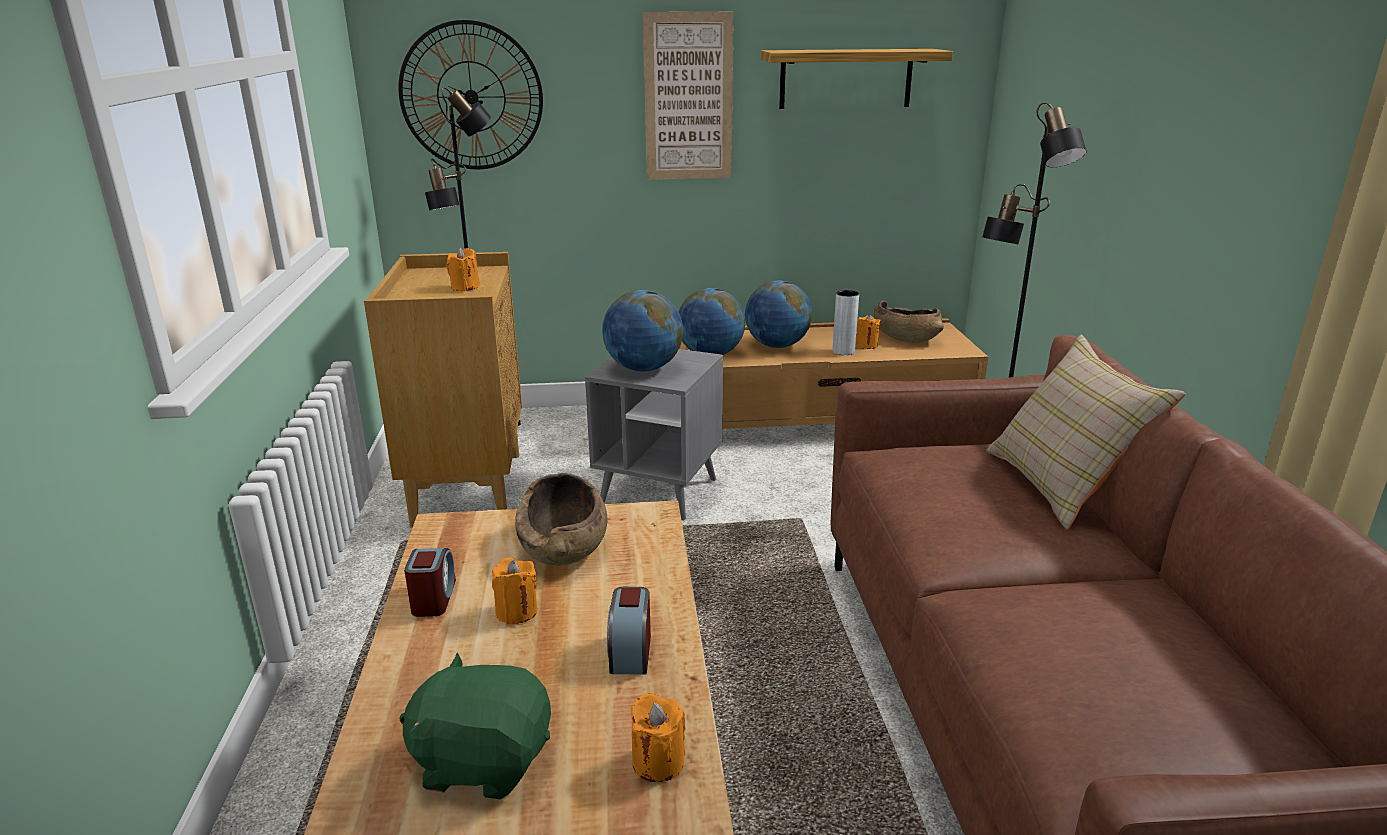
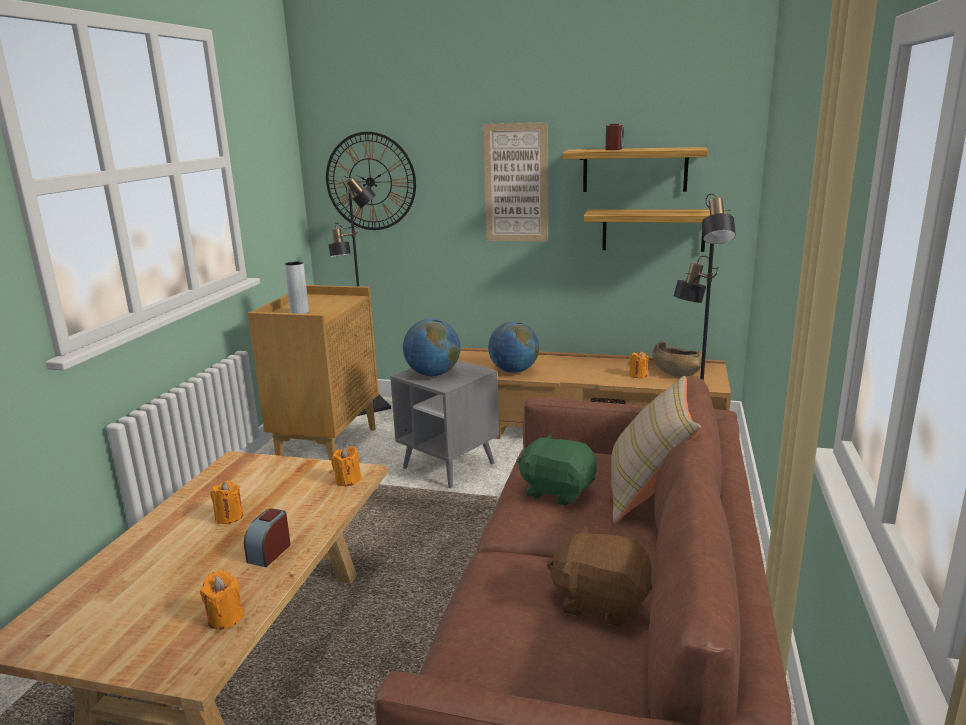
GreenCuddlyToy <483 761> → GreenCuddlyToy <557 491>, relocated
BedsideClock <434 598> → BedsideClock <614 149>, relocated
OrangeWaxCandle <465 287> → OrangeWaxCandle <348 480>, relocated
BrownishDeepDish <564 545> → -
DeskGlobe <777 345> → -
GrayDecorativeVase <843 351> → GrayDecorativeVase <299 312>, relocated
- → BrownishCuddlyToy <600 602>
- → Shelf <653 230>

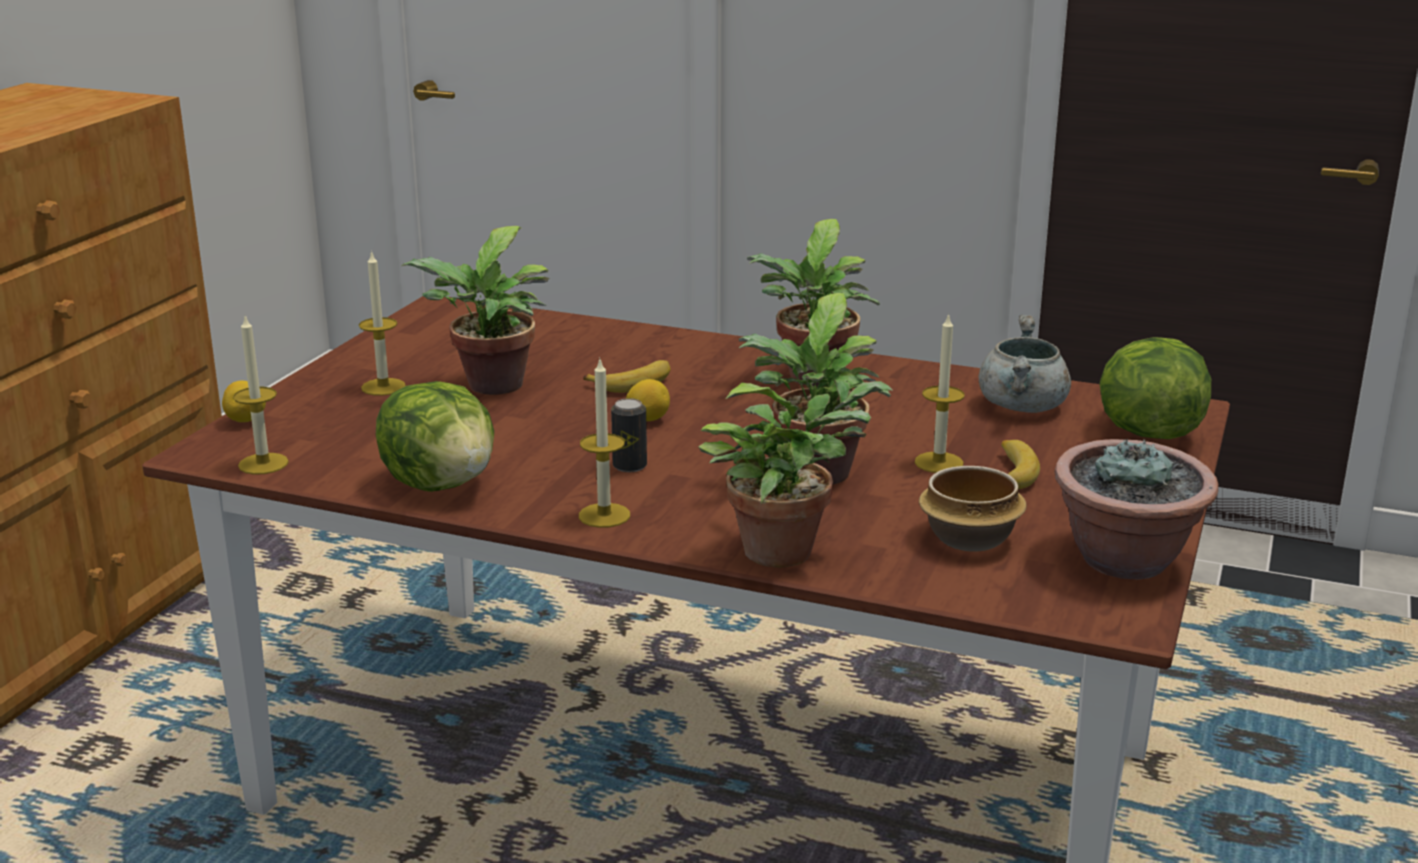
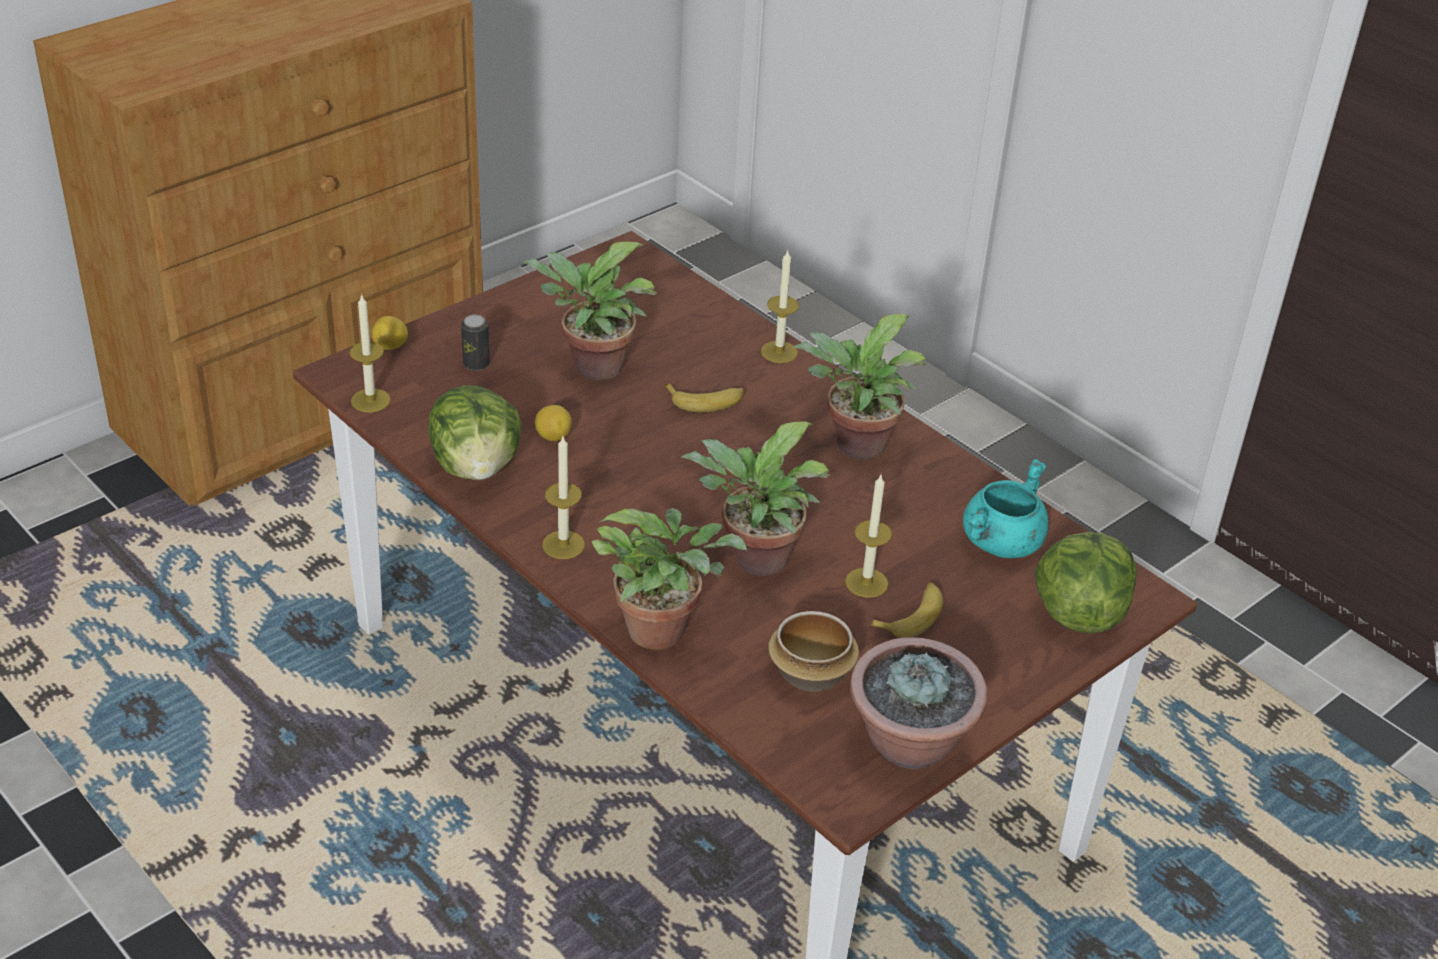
WaxCandle <383 387> → WaxCandle <779 352>, relocated
SealedCan <629 466> → SealedCan <476 364>, relocated
CitrusFruit <648 419> → CitrusFruit <553 437>, relocated
GrayCookingPot <1023 407> → TurquoiseColouredCookingPot <1001 544>

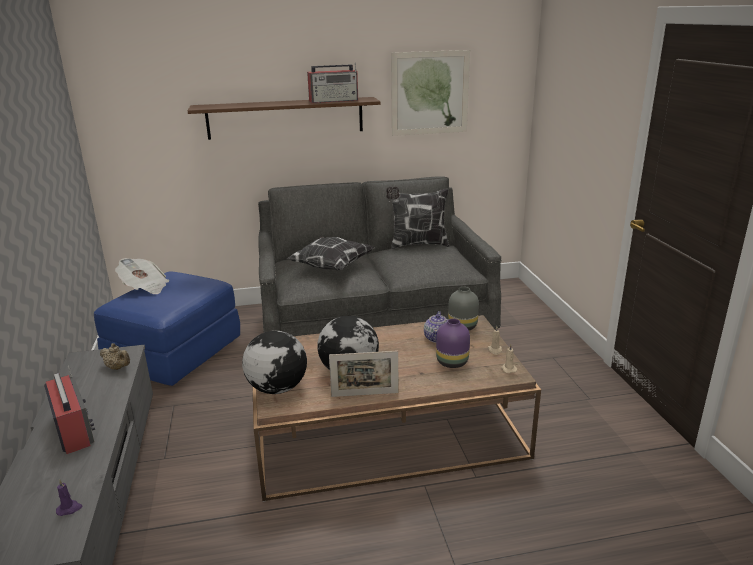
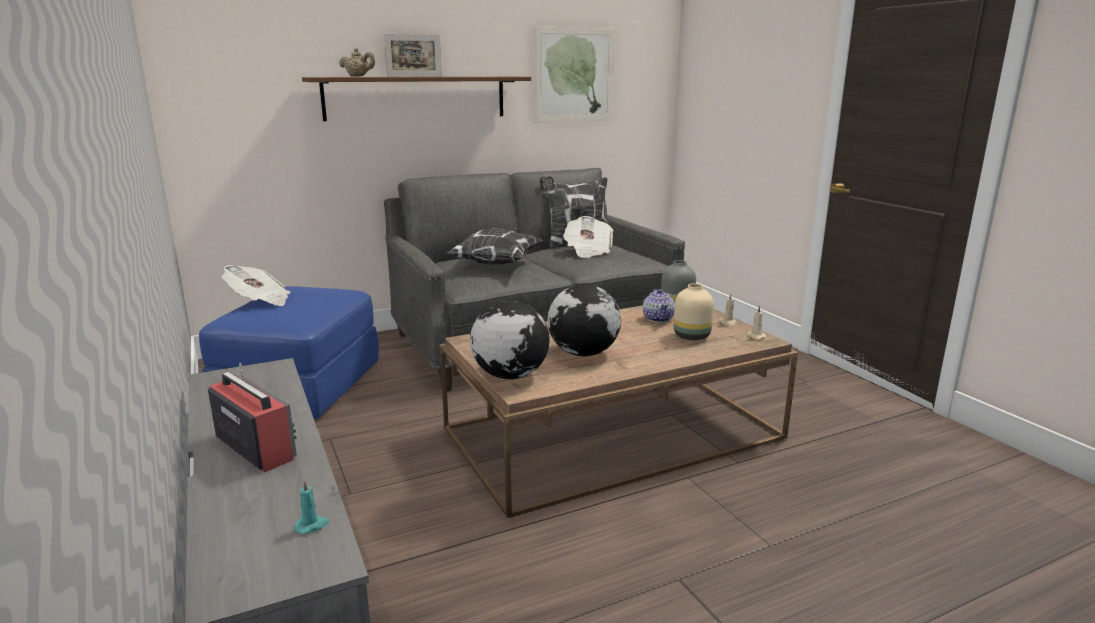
PurpleColouredWaxCandle <69 509> → TurquoiseColouredWaxCandle <312 525>
BeigeColouredPotForTea <118 368> → BeigeColouredPotForTea <358 76>, relocated
RadioReceiver <334 101> → -
PhotoFrame <365 394> → PhotoFrame <414 76>, relocated
PurpleColouredDecorativeVase <452 362> → BeigeColouredDecorativeVase <692 336>
- → Newspaper <588 251>

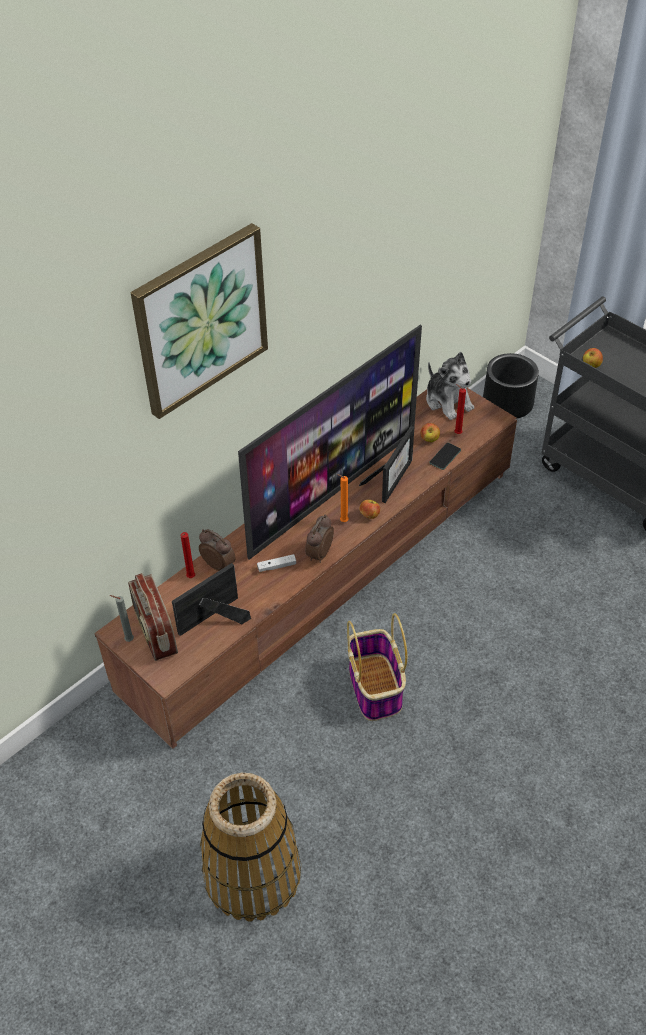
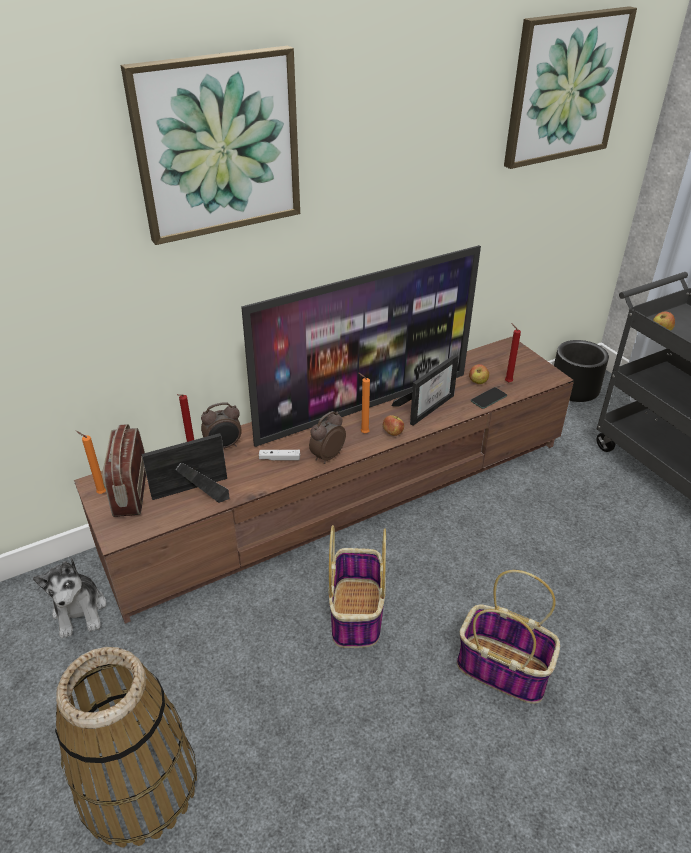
GrayWaxCandle <127 640> → OrangeWaxCandle <100 493>
BedsideClock <219 565> → BedsideClock <224 446>, 105 degrees clockwise
CuddlyToy <448 401> → CuddlyToy <80 611>, relocated
- → StorageBasket <504 669>
- → Picture <564 87>

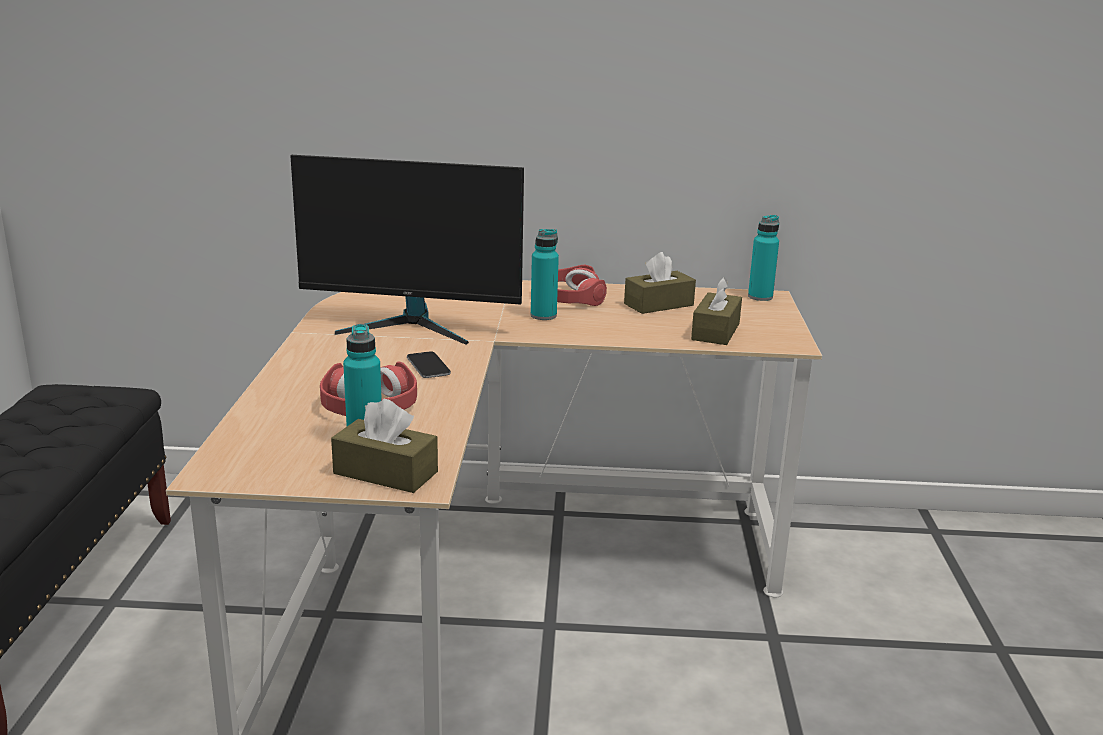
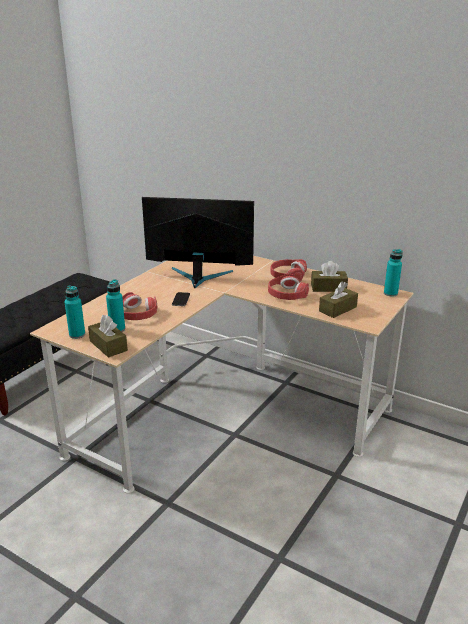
Monitor <412 325> → Monitor <198 277>, 150 degrees clockwise
TurquoiseColouredBeverageBottle <543 316> → TurquoiseColouredBeverageBottle <77 334>, relocated
- → RedColouredPairOfHeadphones <287 294>

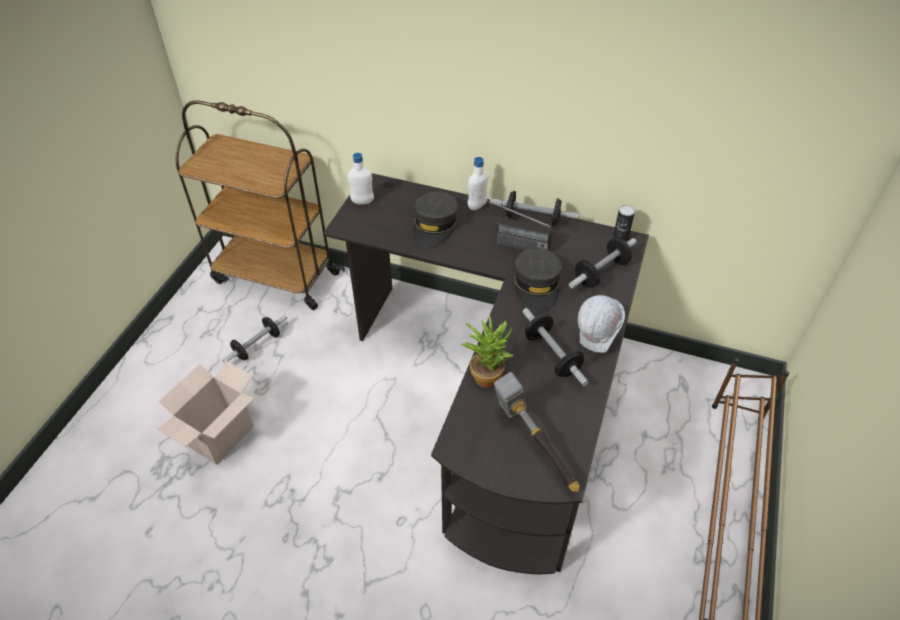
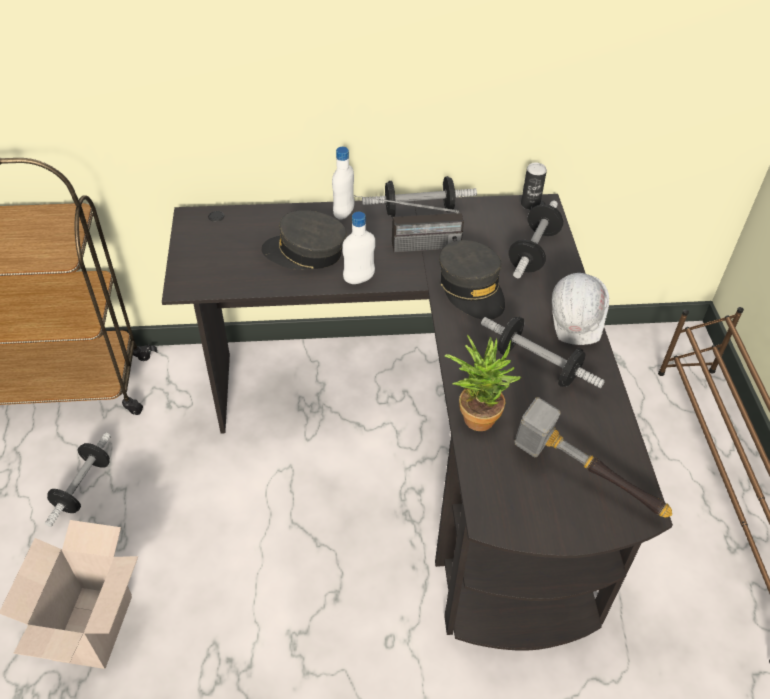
WhitishBeverageBottle <362 202> → WhitishBeverageBottle <359 279>, relocated
GrayCap <434 226> → GrayCap <305 252>, 105 degrees clockwise

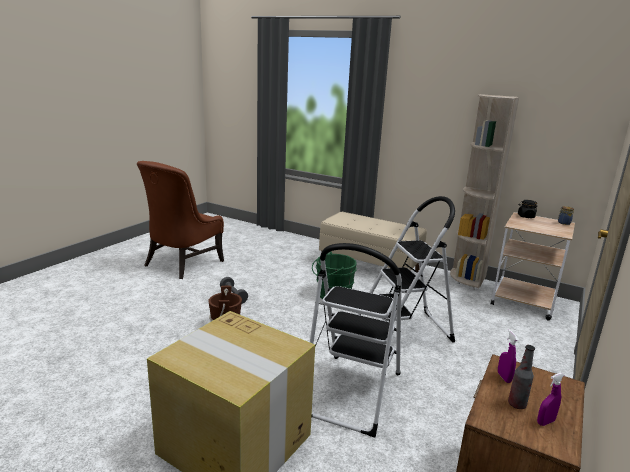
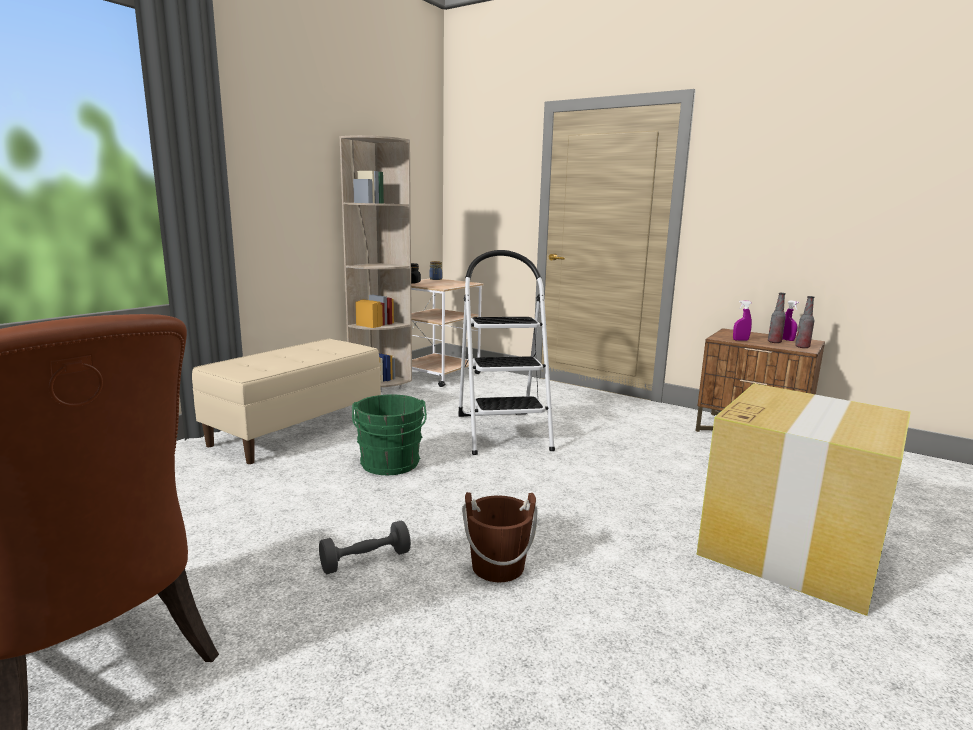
Stepladder <350 394> → -
- → BeverageBottle <802 347>

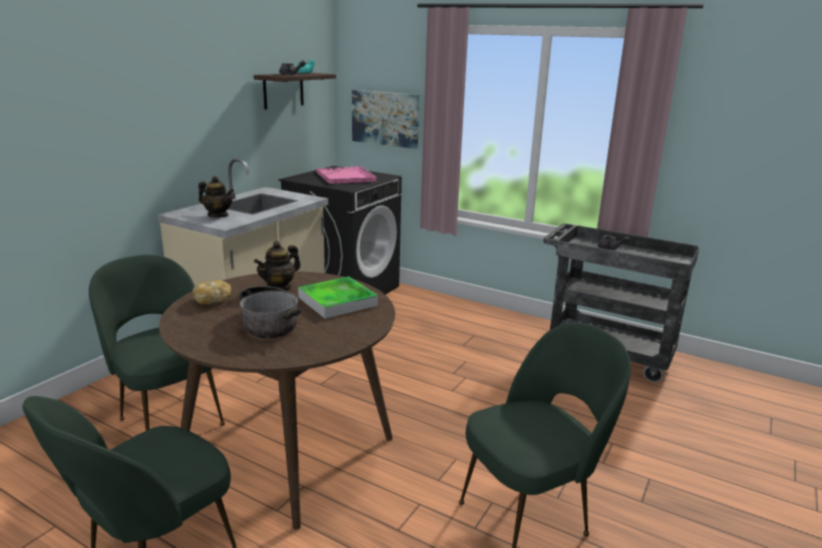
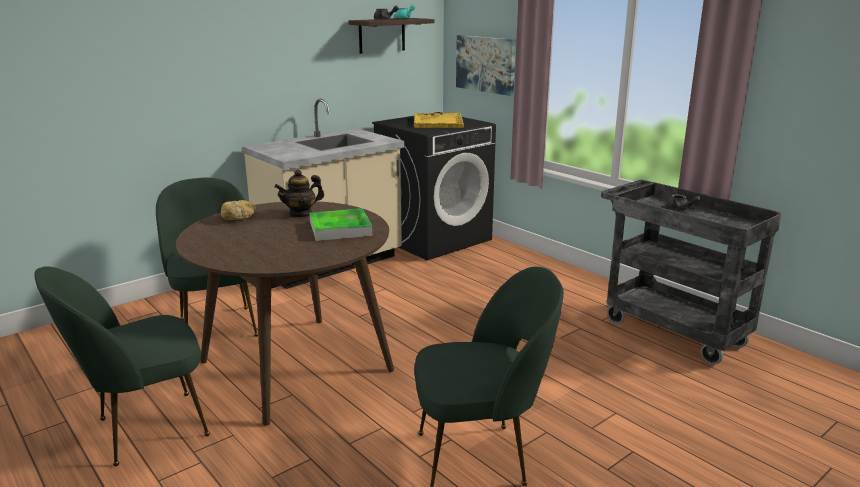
PotForTea <218 215> → -
CookingPot <270 323> → -
PinkTray <345 177> → YellowishTray <438 122>

